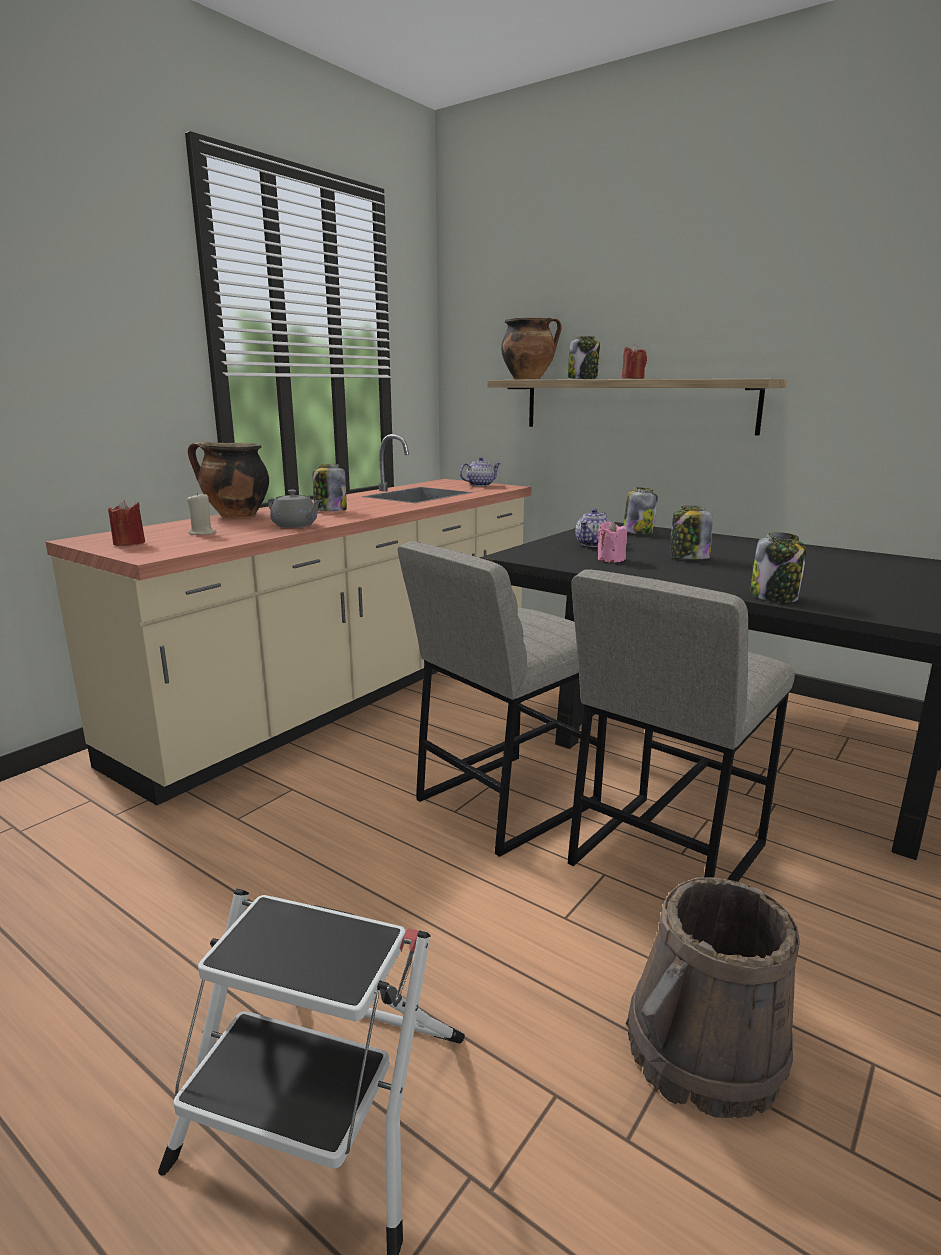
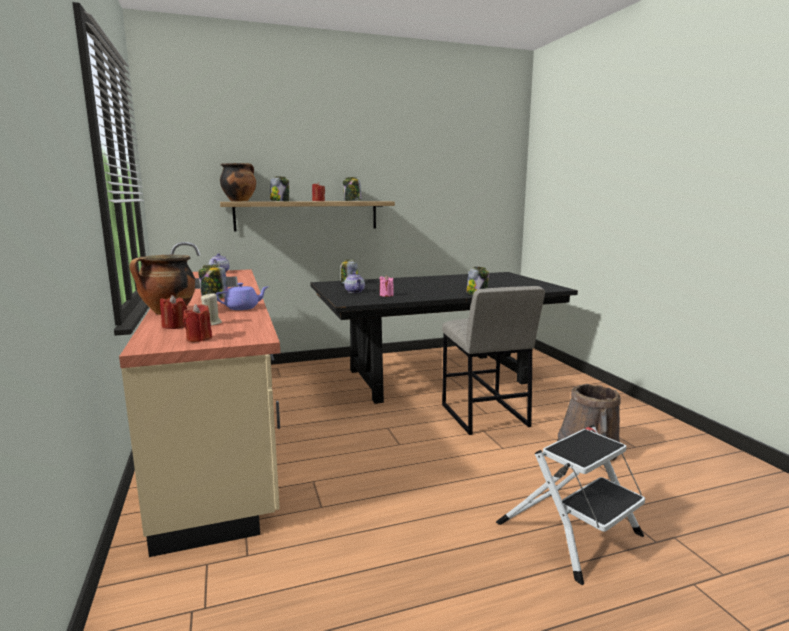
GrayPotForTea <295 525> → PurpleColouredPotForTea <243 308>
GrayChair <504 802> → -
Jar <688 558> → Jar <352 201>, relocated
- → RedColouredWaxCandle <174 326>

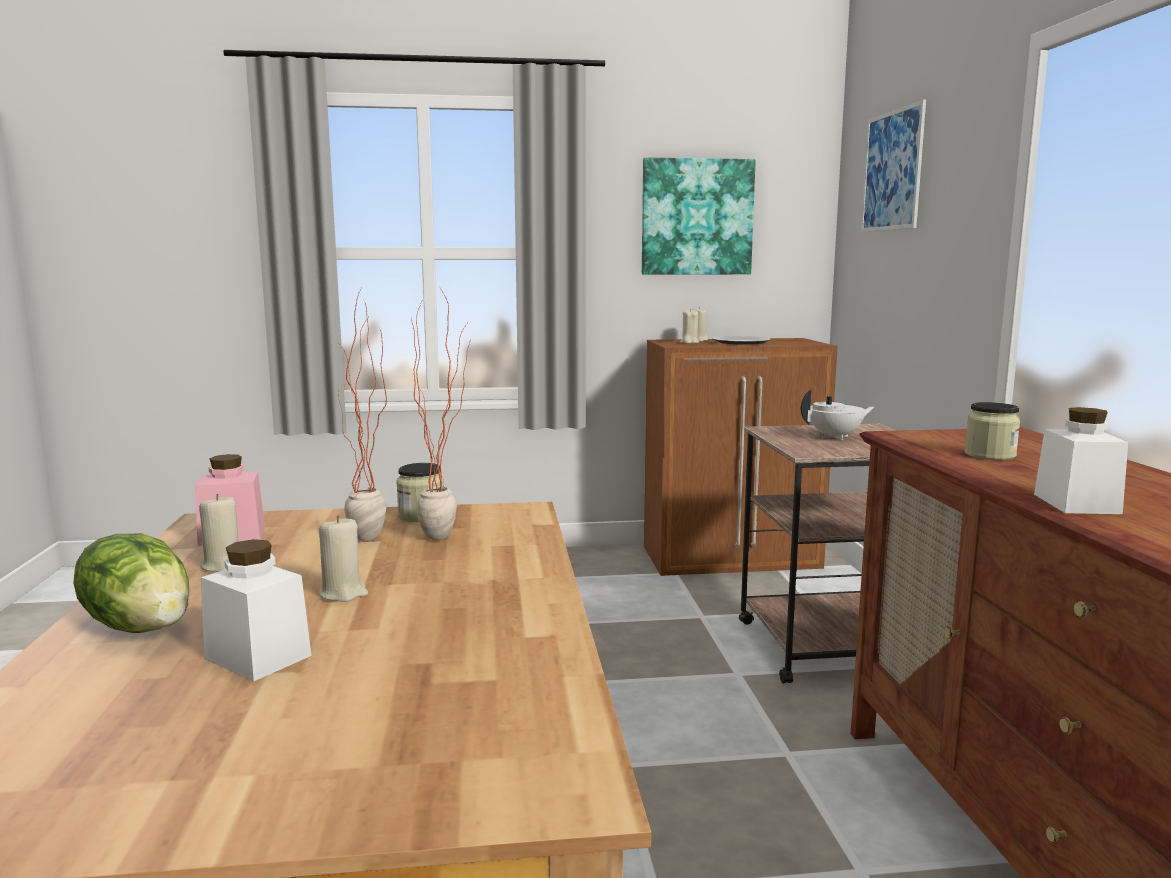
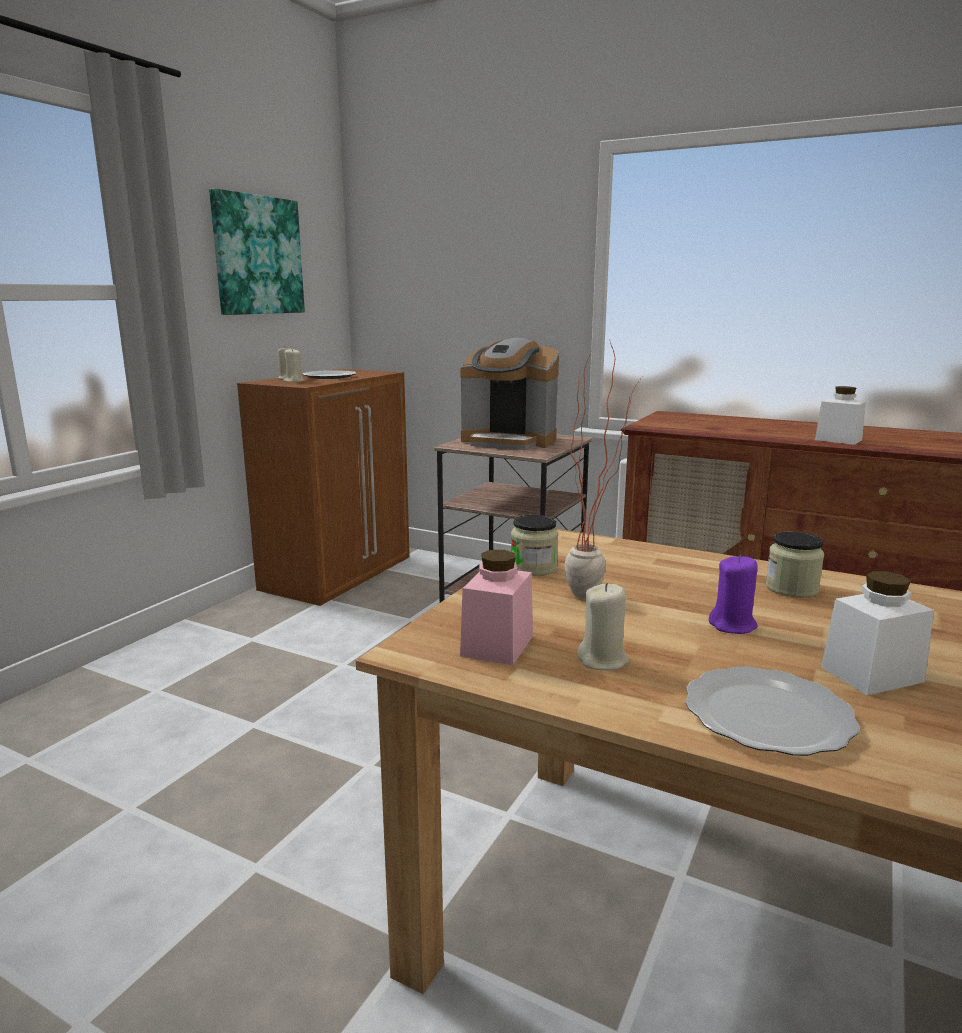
Lettuce <142 625> → FlatDish <765 715>
BeigeColouredWaxCandle <343 593> → PurpleColouredWaxCandle <733 625>
Houseplant <450 536> → -
WhitishPotForTea <835 437> → CoffeeBrewer <509 441>
Picture <892 171> → -
Jar <990 455> → Jar <791 588>, relocated

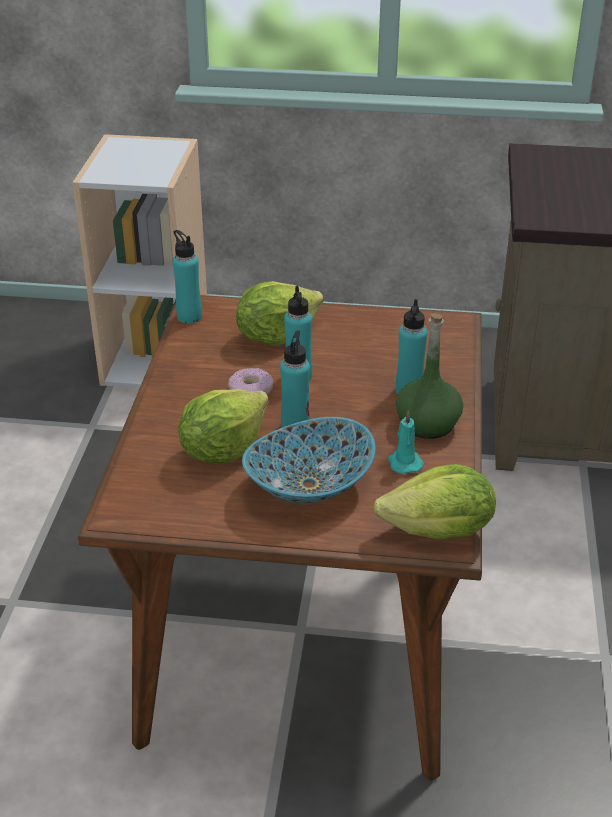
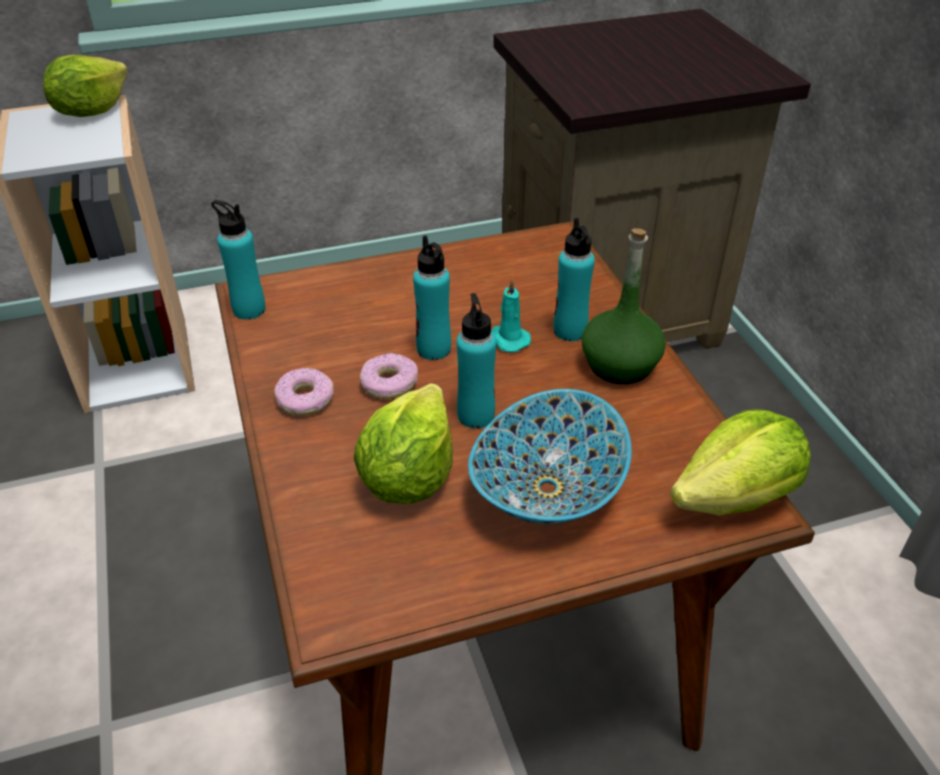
Lettuce <276 336> → Lettuce <91 111>, relocated
TurquoiseColouredWaxCandle <404 462> → TurquoiseColouredWaxCandle <508 339>, relocated
- → Donut <305 399>

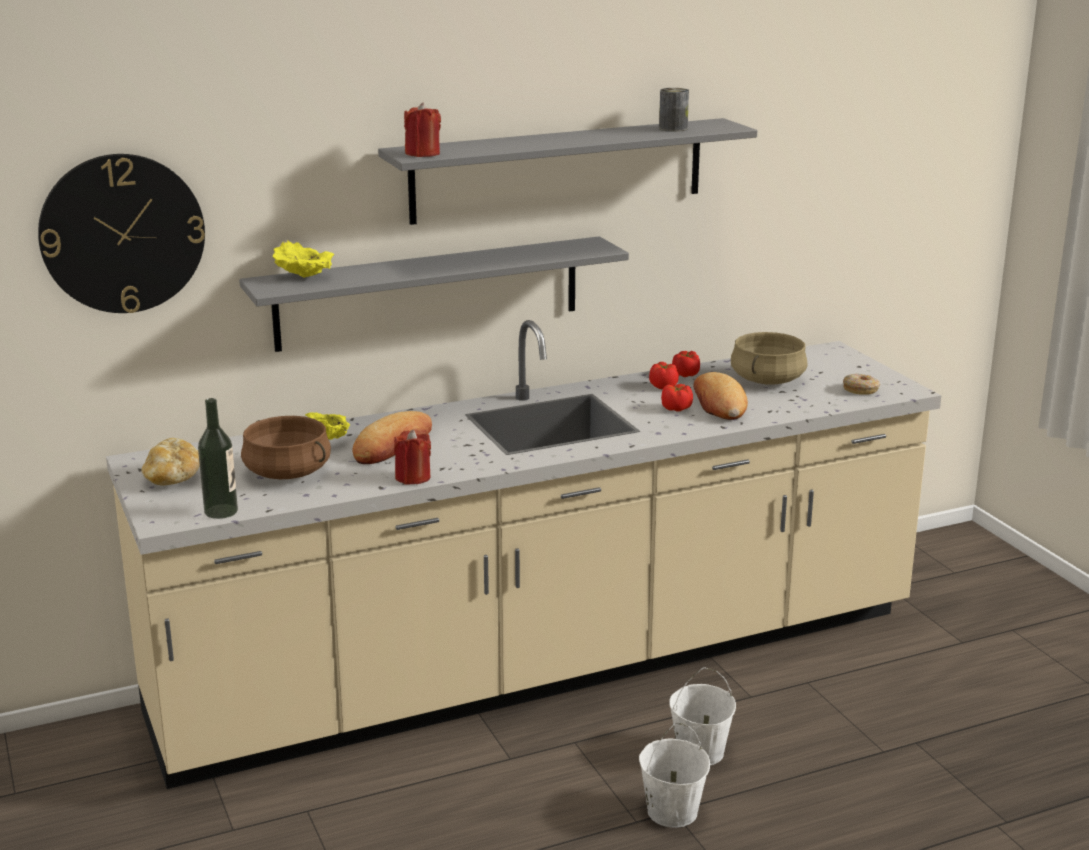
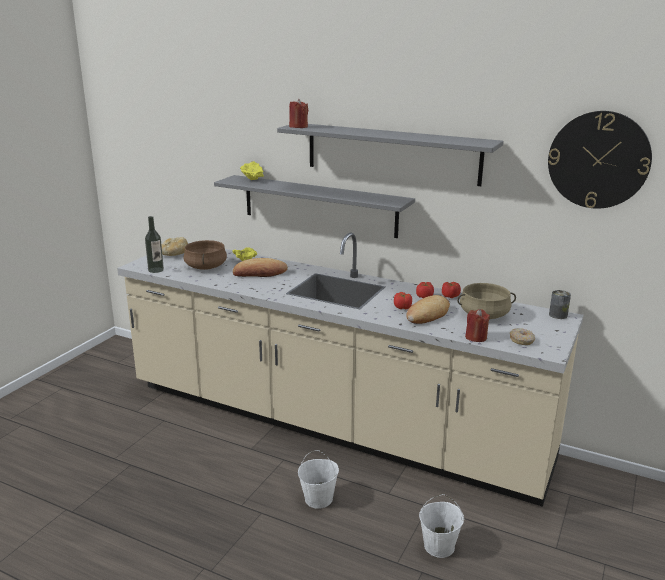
WallClock <122 233> → WallClock <598 160>, relocated
RedColouredWaxCandle <413 477> → RedColouredWaxCandle <476 337>, relocated
WhitishWaterBucket <671 811> → WhitishWaterBucket <439 546>, relocated
SealedCan <673 128> → SealedCan <558 315>, relocated

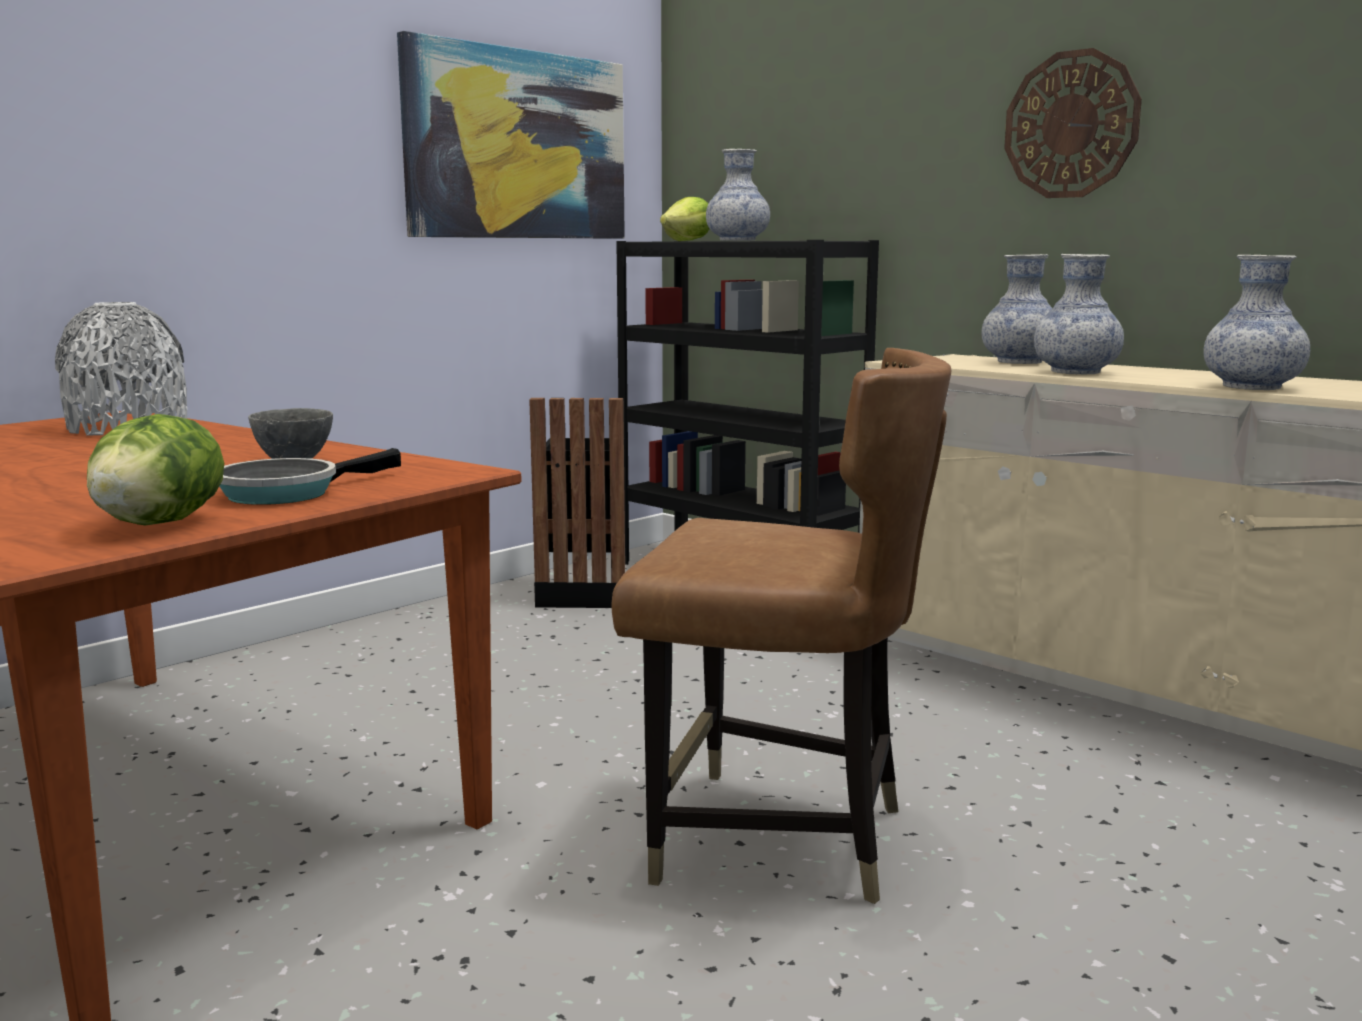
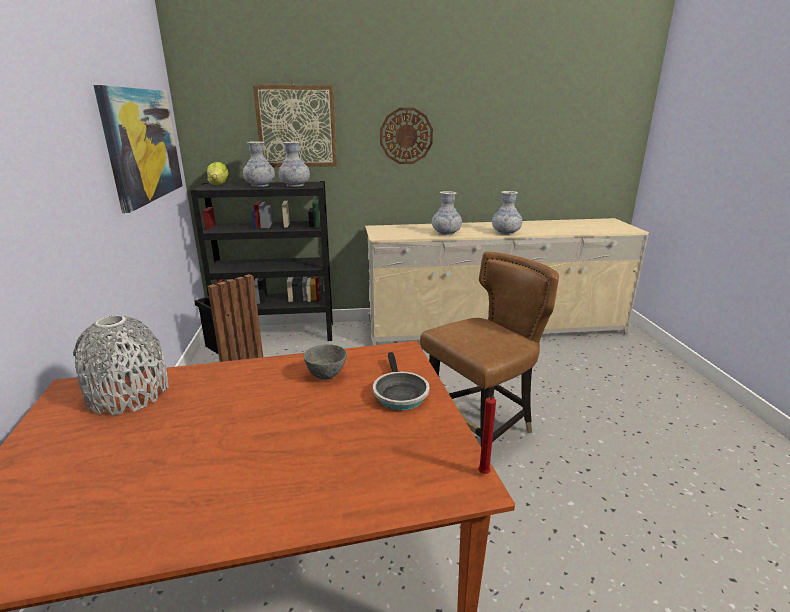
Lettuce <159 524> → -
DecorativeVase <1019 362> → DecorativeVase <295 185>, relocated
- → Picture <296 126>
- → RedColouredWaxCandle <484 475>

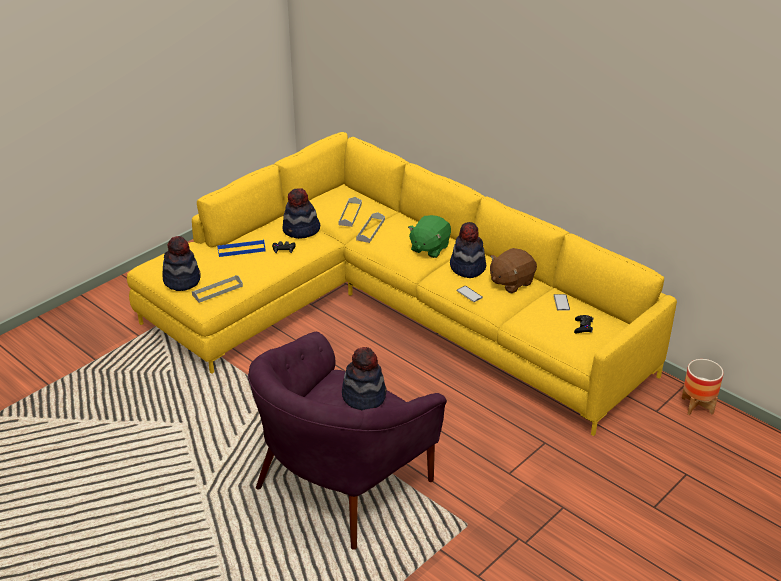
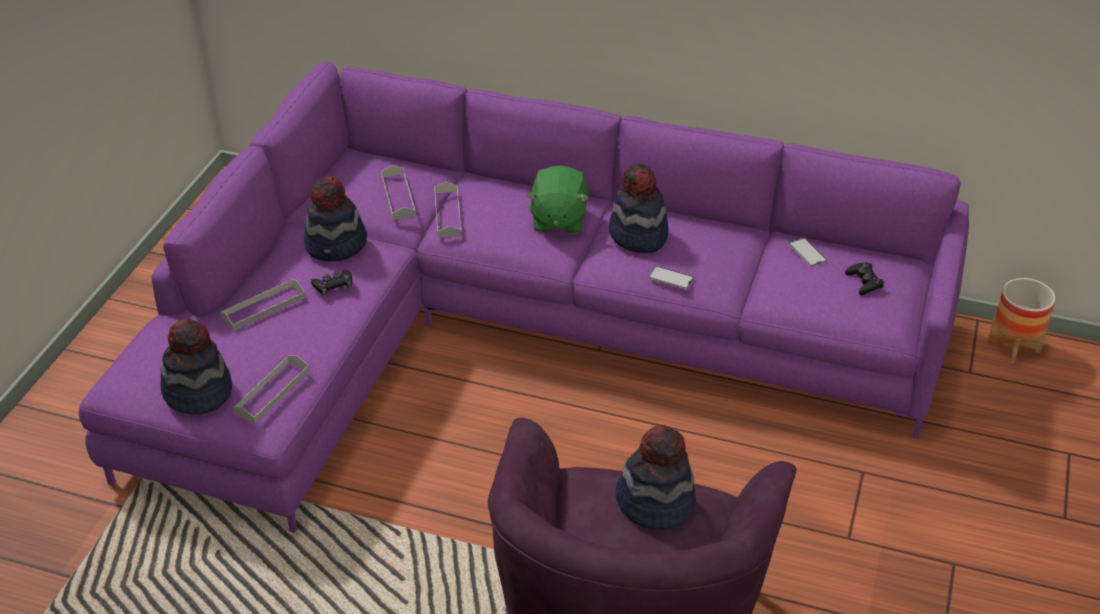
YellowishSofa <387 311> → PurpleColouredSofa <503 335>
BluishTray <241 250> → GrayTray <263 307>
BrownishCuddlyToy <511 282> → -

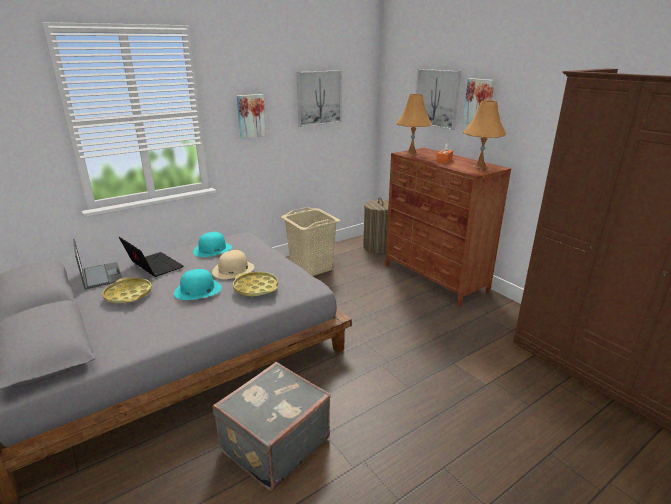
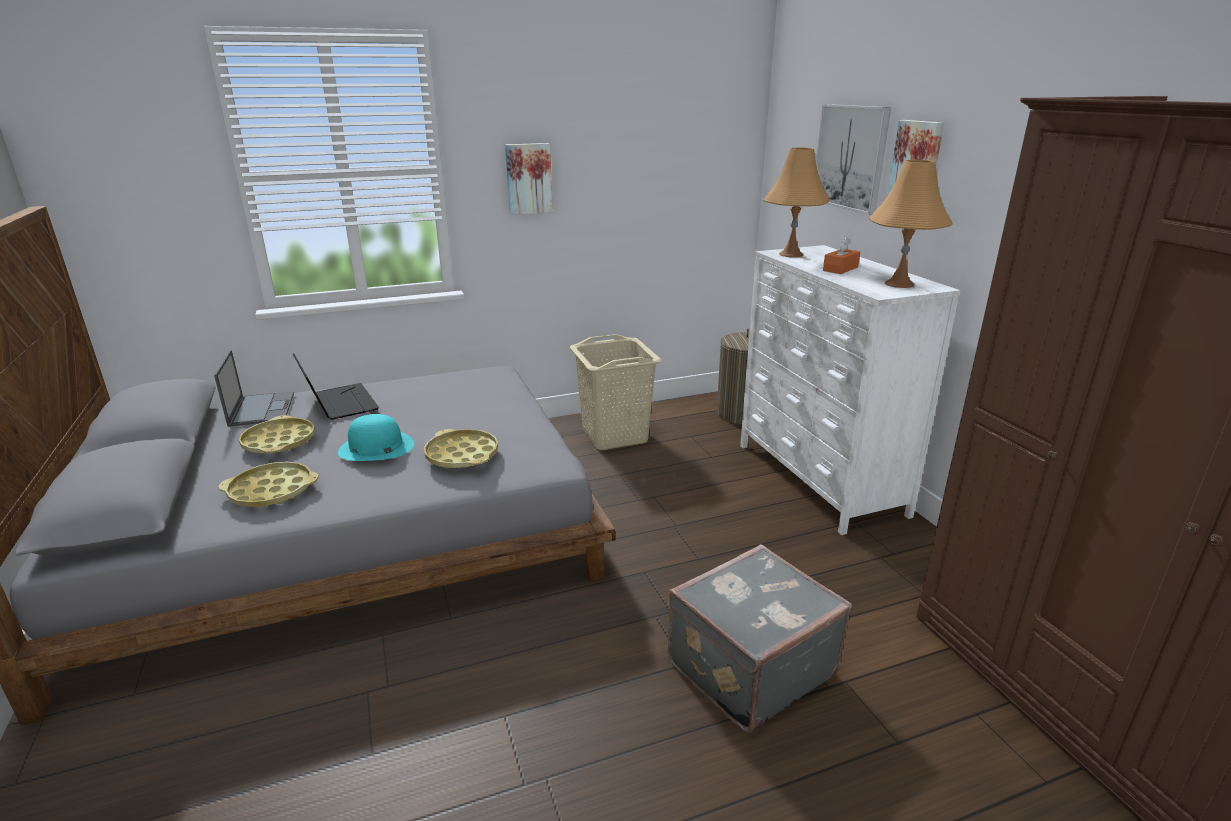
TurquoiseColouredWearableHat <212 249> → -
BeigeColouredWearableHat <233 270> → -
GrayTravelCase <273 443> → GrayTravelCase <748 667>, relocated
Picture <319 98> → -
BrownishDrawerChest <435 278> → WhitishDrawerChest <819 478>
- → YellowishTray <271 491>

